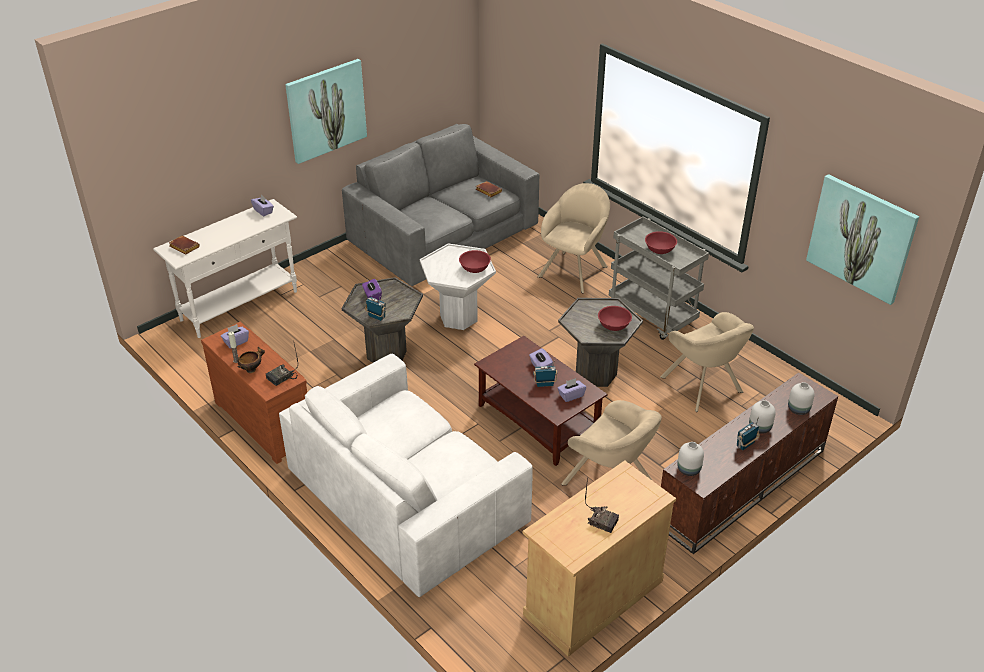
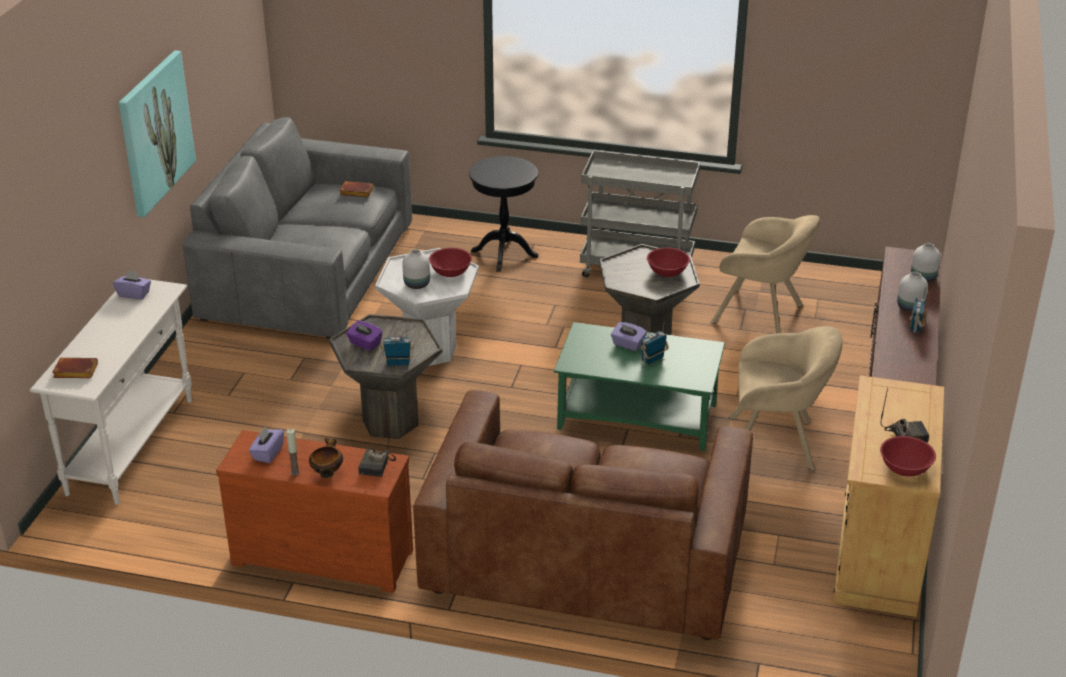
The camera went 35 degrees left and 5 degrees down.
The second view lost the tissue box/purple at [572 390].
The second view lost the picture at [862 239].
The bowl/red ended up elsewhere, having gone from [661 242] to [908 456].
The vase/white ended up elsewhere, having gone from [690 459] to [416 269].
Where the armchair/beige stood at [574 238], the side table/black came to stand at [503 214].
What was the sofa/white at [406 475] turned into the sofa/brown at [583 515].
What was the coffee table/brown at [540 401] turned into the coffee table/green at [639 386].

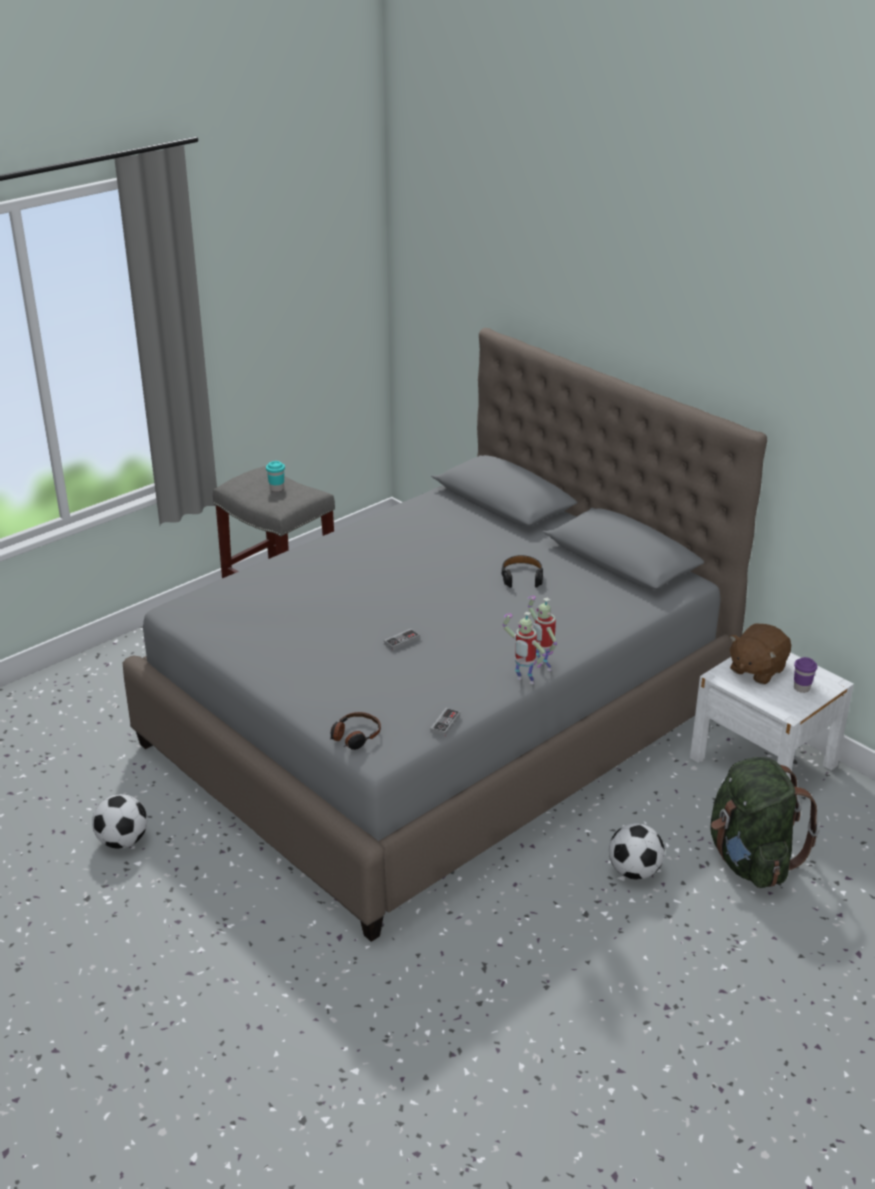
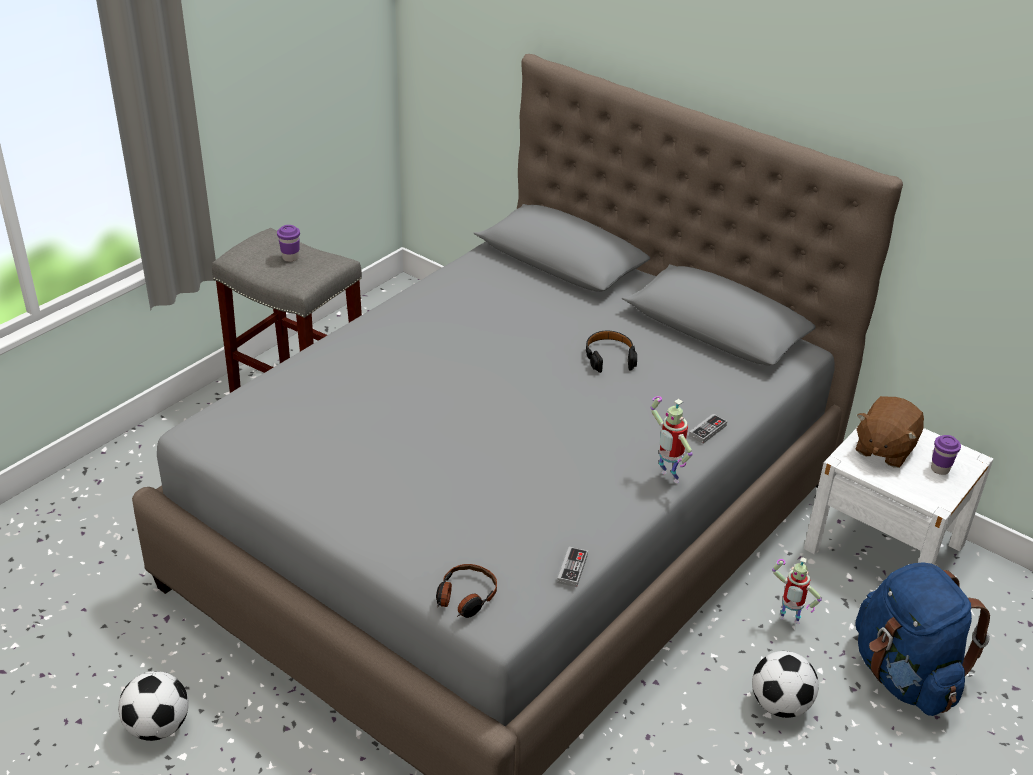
The camera went 10 degrees left and 5 degrees up.
The game controller ended up elsewhere, having gone from [402 640] to [708 429].
The toy robot ended up elsewhere, having gone from [524 648] to [797 590].
What was the cup/turquoise at [275 476] turned into the cup/purple at [288 243].
What was the backpack/green at [764 822] turned into the backpack/blue at [923 639].

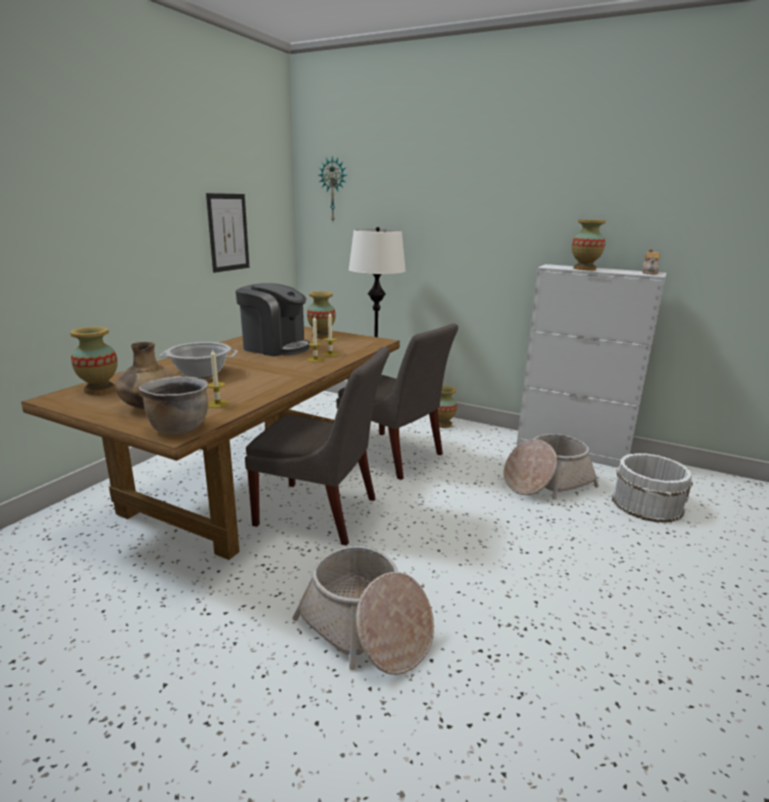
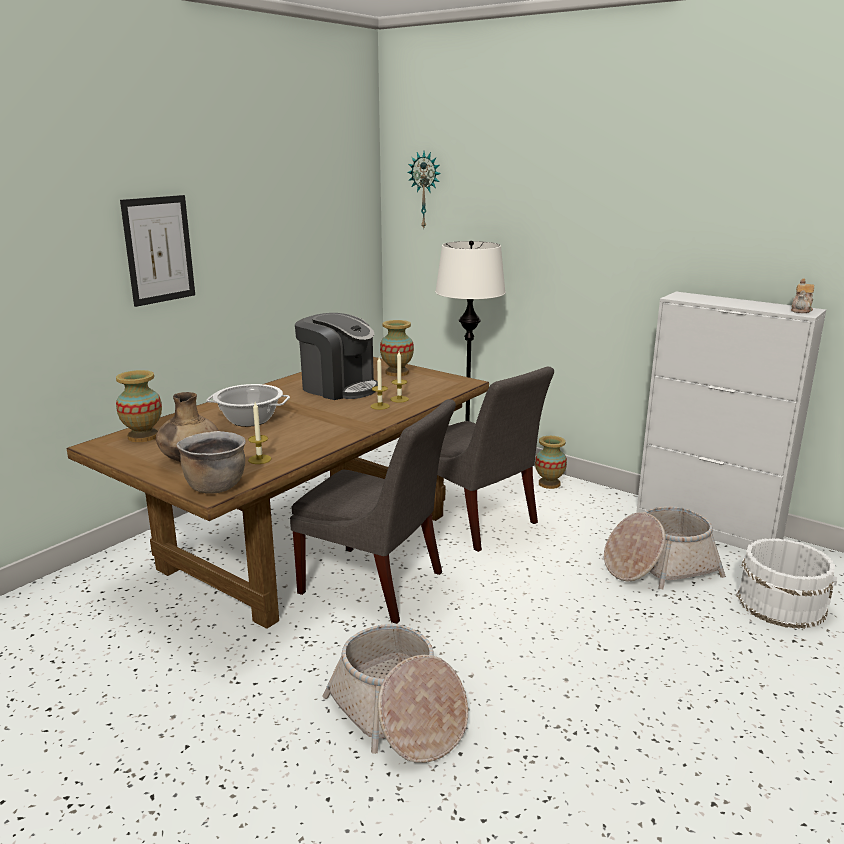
The camera went 10 degrees right and 0 degrees up.
The second view lost the vase at [589 244].
The picture ended up elsewhere, having gone from [227 233] to [157 251].

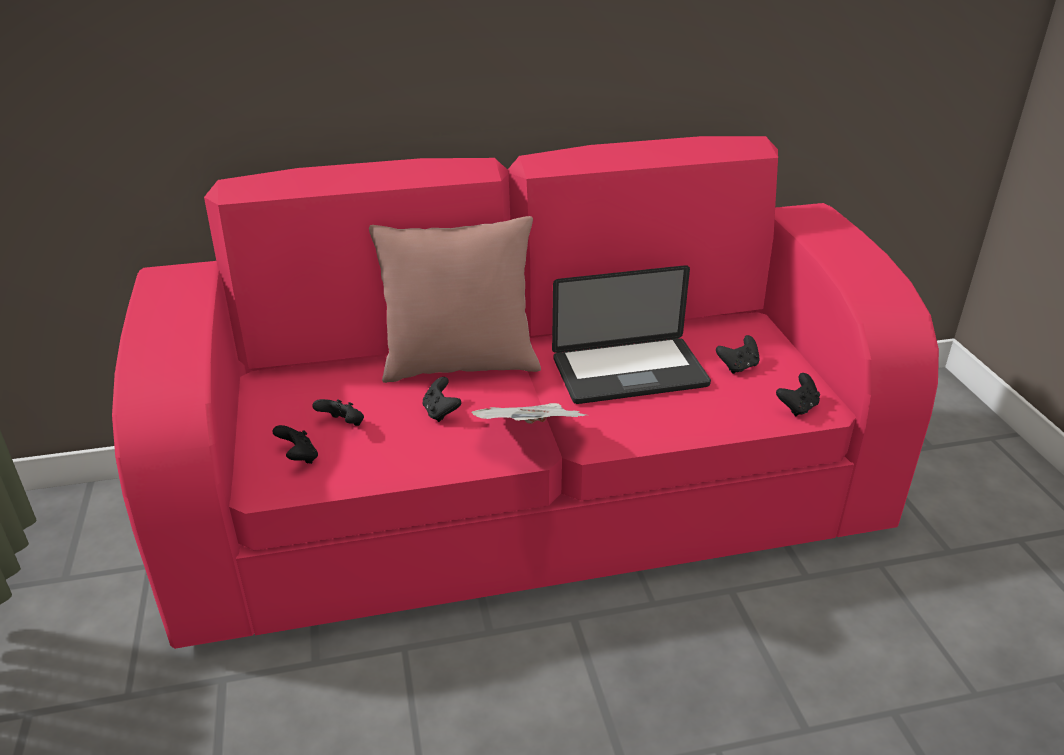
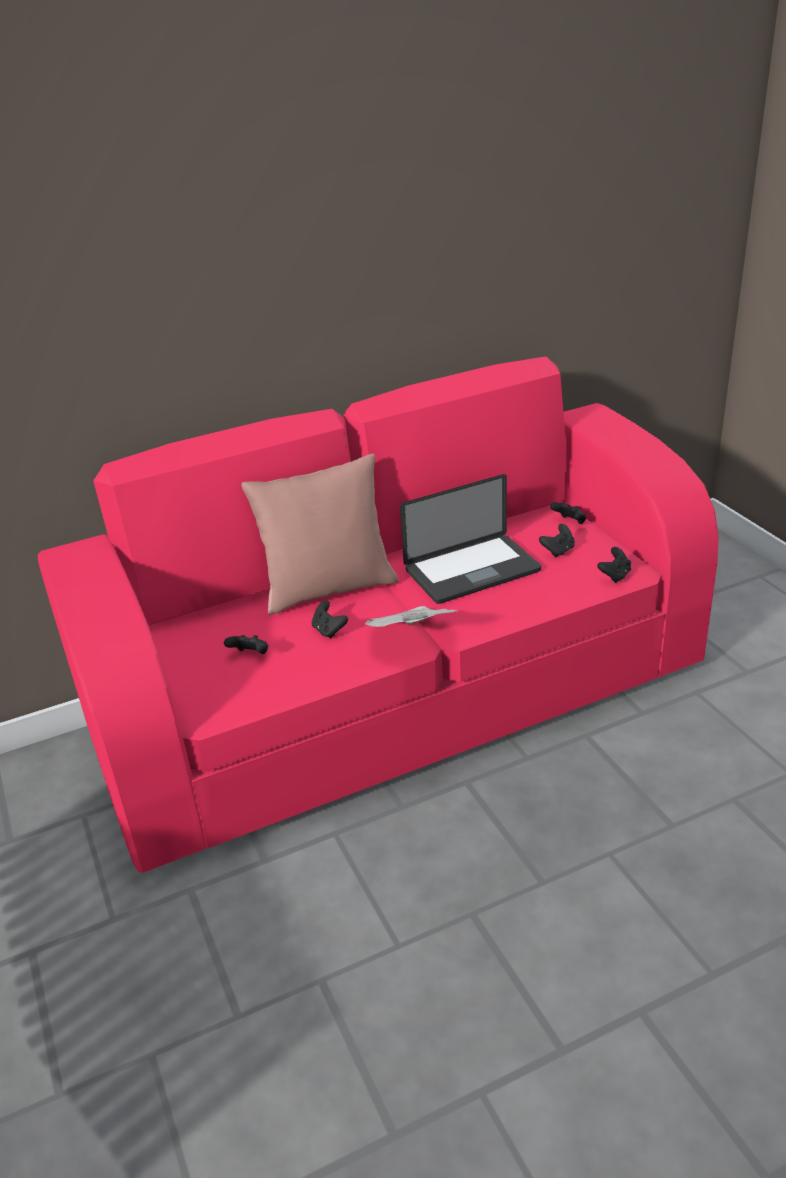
The camera went 10 degrees left and 0 degrees up.
The game controller/black ended up elsewhere, having gone from [295 444] to [568 513].

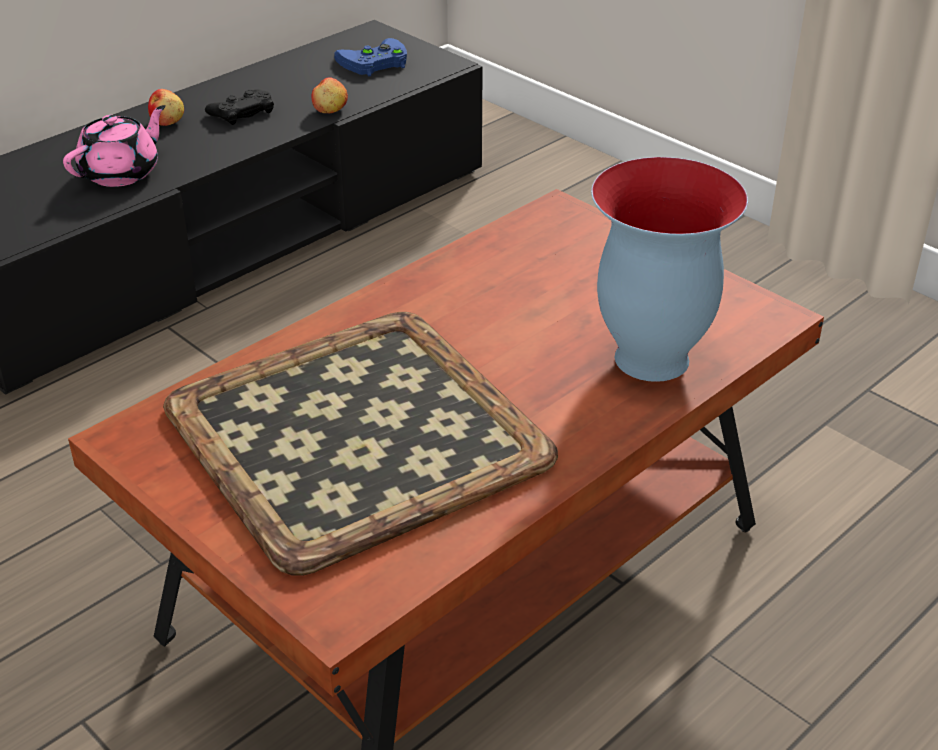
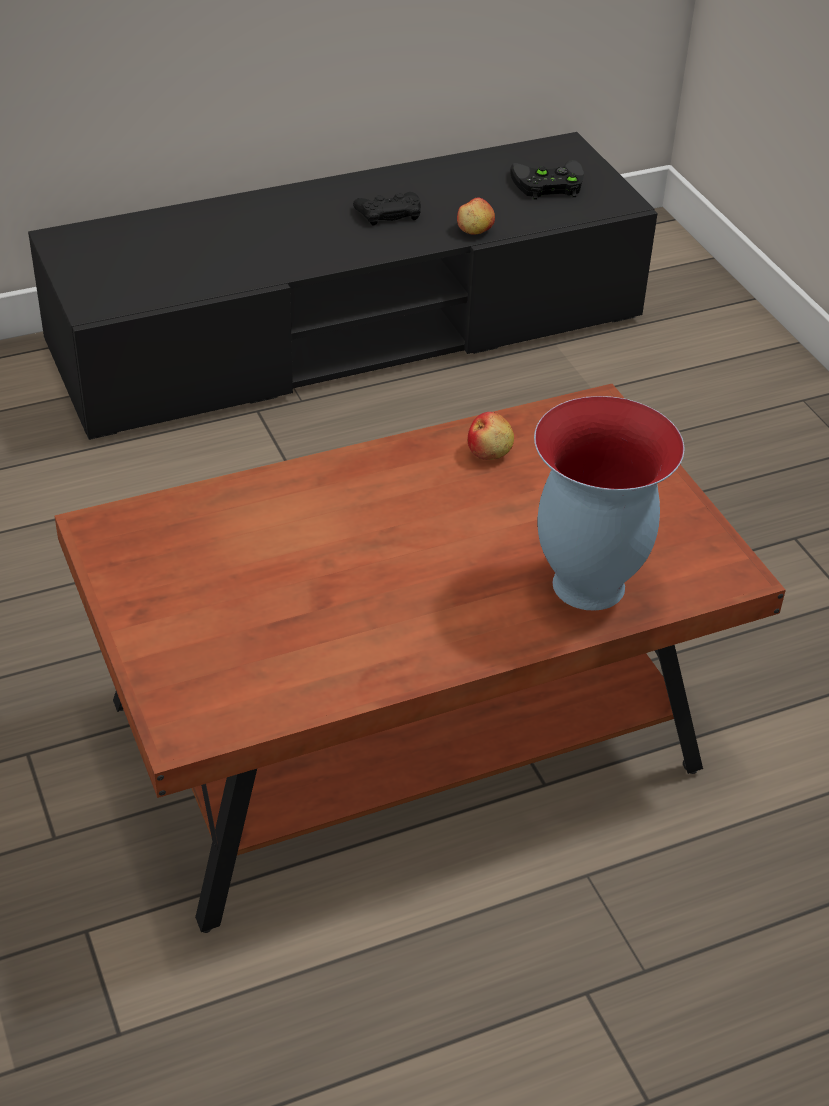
The camera went 20 degrees right and 5 degrees up.
The second view lost the teapot/pink at [114 146].
The second view lost the tray at [360 444].
The apple ended up elsewhere, having gone from [166 107] to [491 436].
What was the game controller/blue at [370 57] turned into the game controller/black at [547 179].

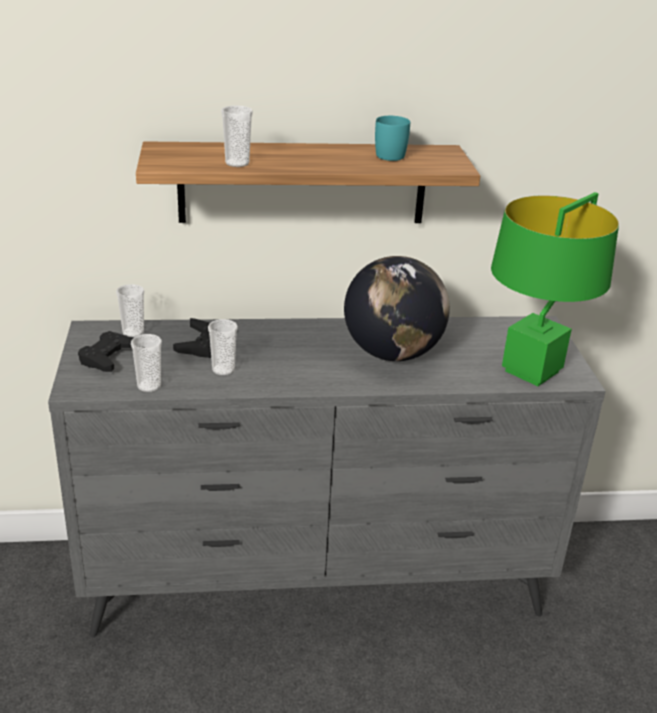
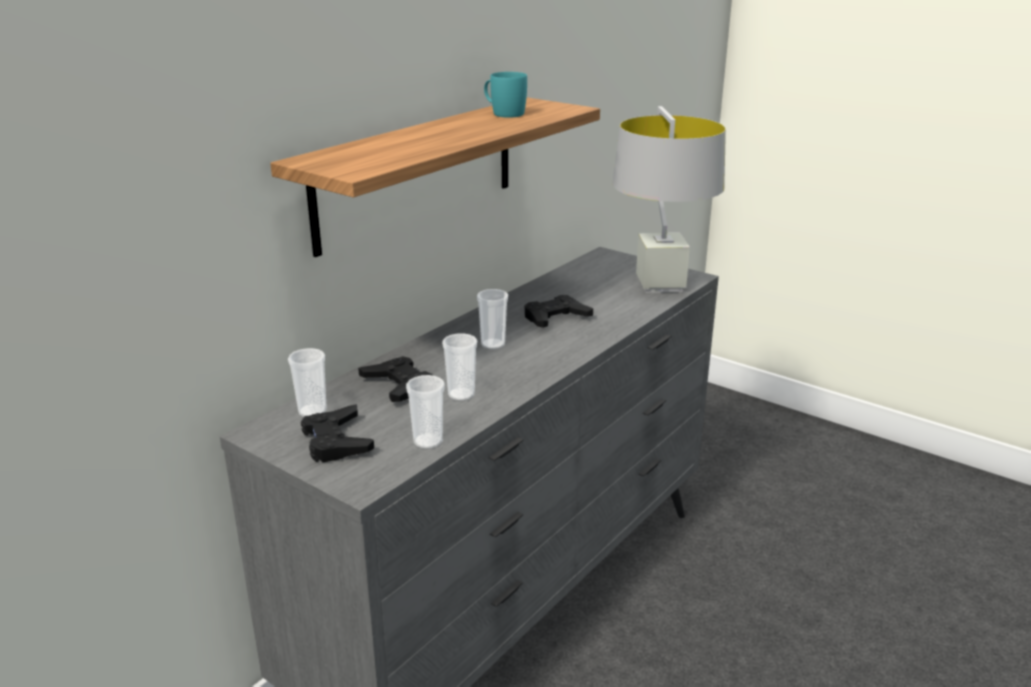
The camera went 45 degrees left and 5 degrees down.
The cup ended up elsewhere, having gone from [237 136] to [492 319].
Where the globe stood at [397 308], the game controller/black came to stand at [559 311].
What was the table lamp/green at [555 289] turned into the table lamp/grey at [669 199].

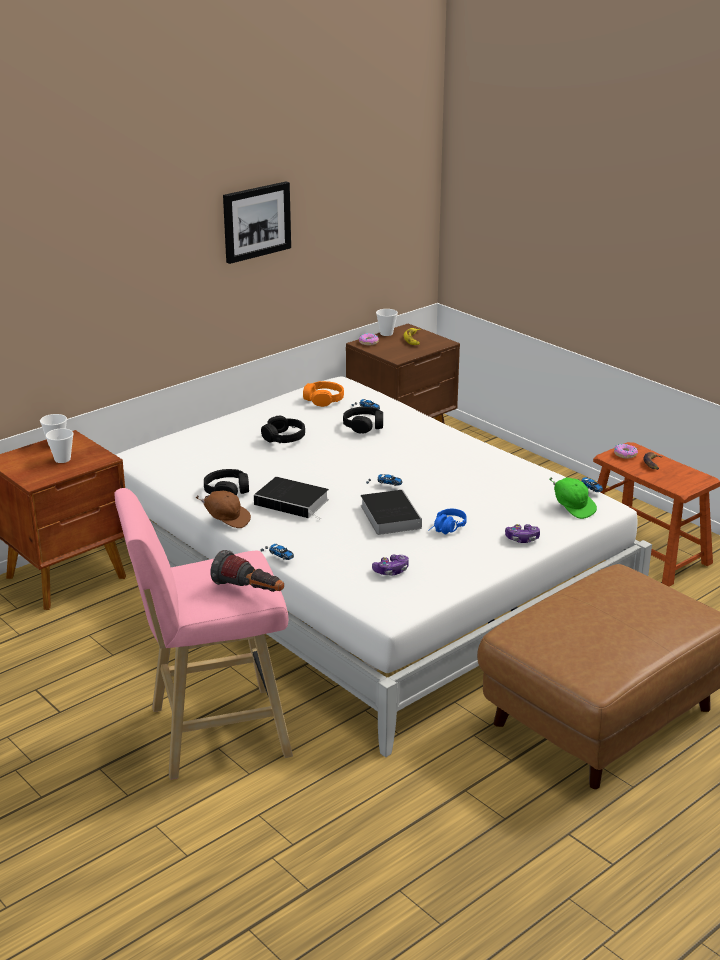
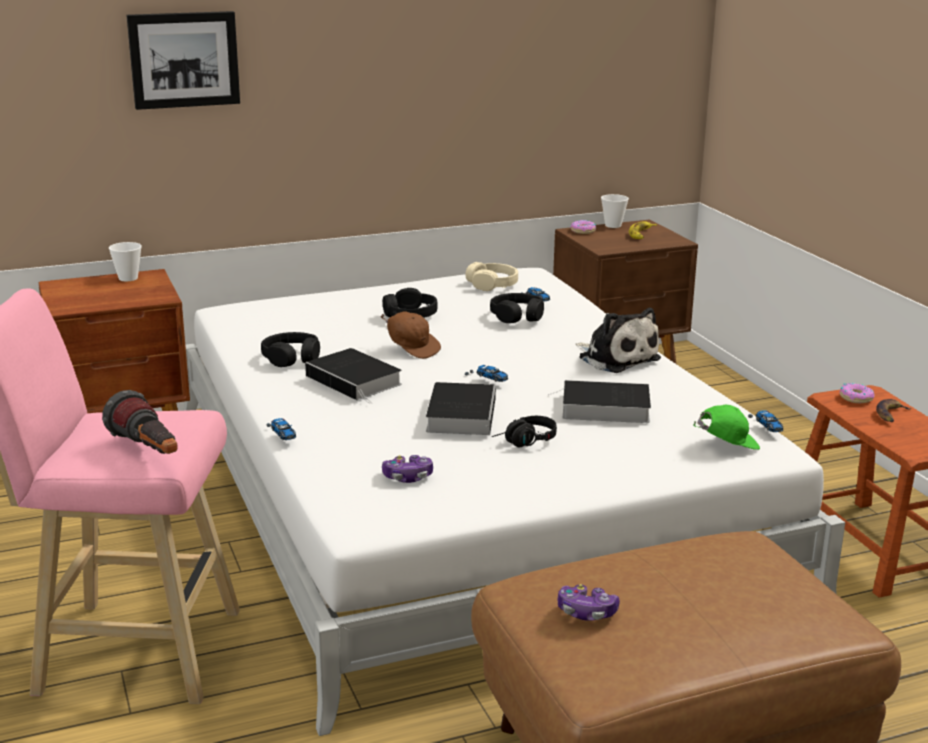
The camera went 20 degrees right and 5 degrees down.
The second view lost the cup at [60 445].
The second view gained the book at [599 401].
The second view gained the plush toy at [618 340].
The cap/brown ended up elsewhere, having gone from [223 509] to [410 335].
The picture ended up elsewhere, having gone from [257 223] to [183 60].
The game controller ended up elsewhere, having gone from [522 533] to [589 602].
What was the headphones/orange at [323 394] turned into the headphones/beige at [492 276].
What was the headphones/blue at [447 521] turned into the headphones/black at [524 432].
The cap/green at [573 498] ended up facing another way, 90 degrees counterclockwise from before.

